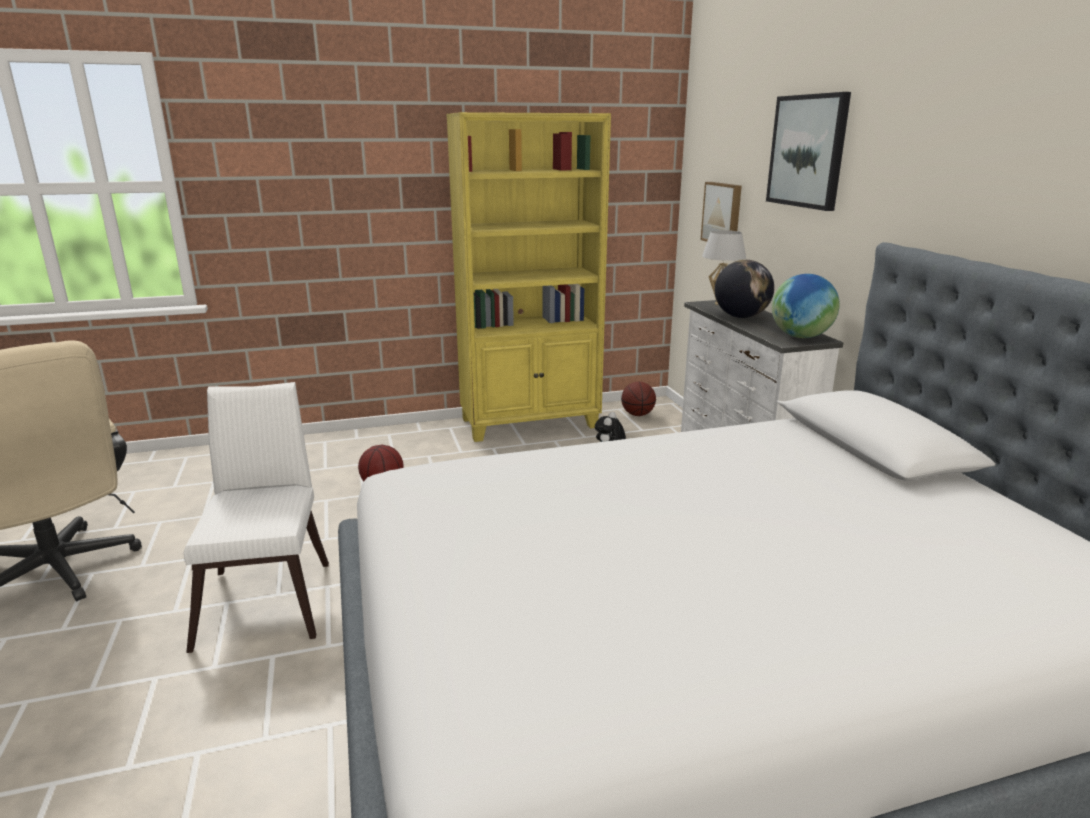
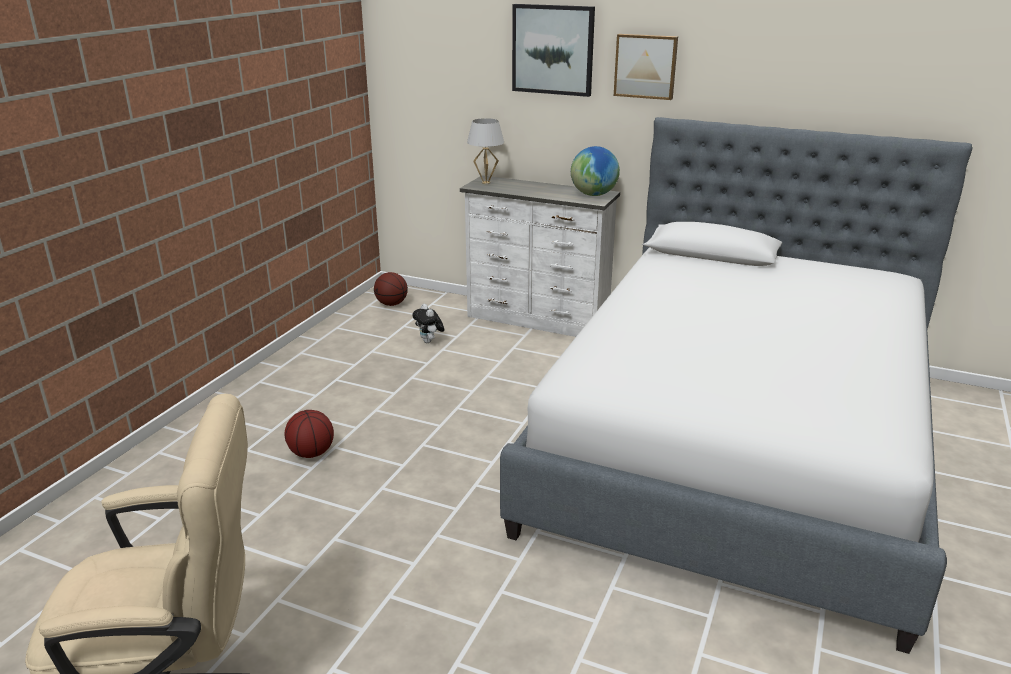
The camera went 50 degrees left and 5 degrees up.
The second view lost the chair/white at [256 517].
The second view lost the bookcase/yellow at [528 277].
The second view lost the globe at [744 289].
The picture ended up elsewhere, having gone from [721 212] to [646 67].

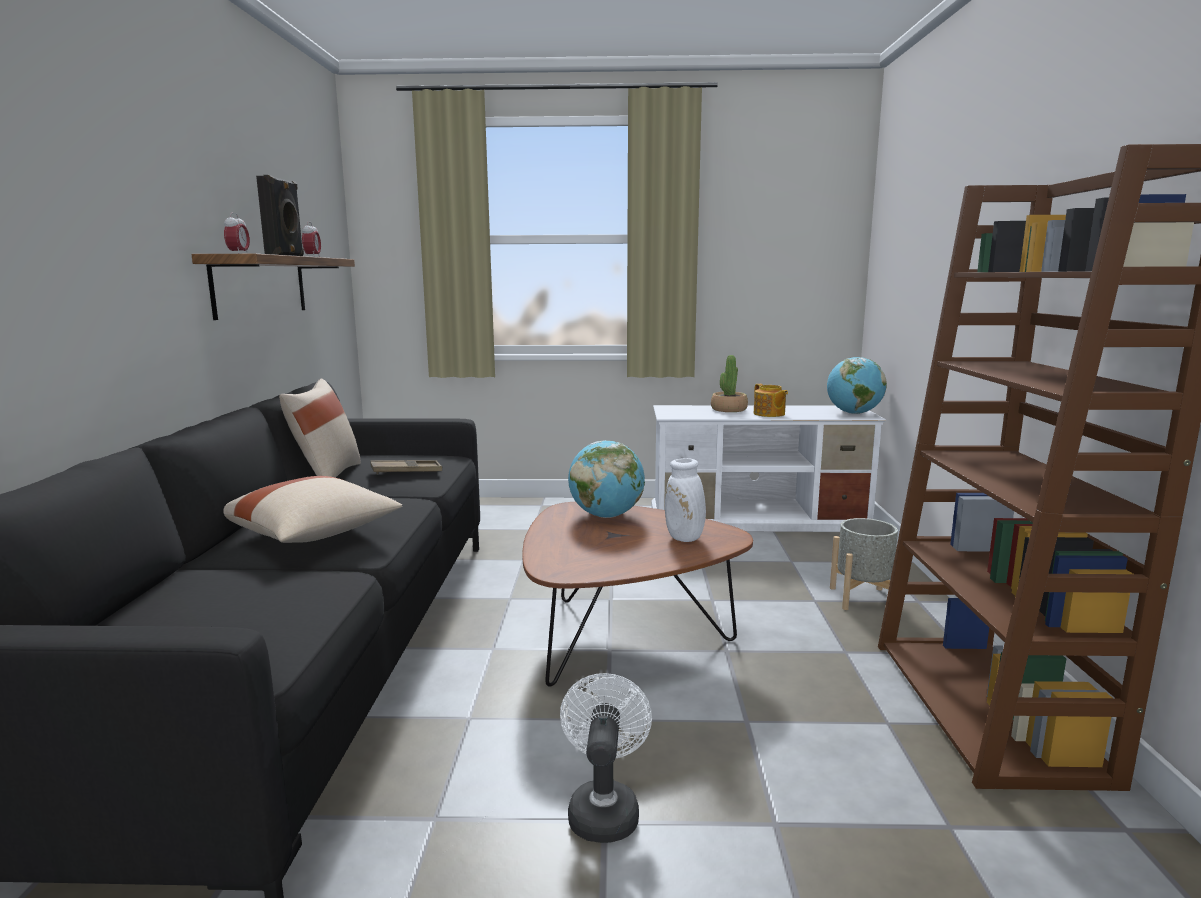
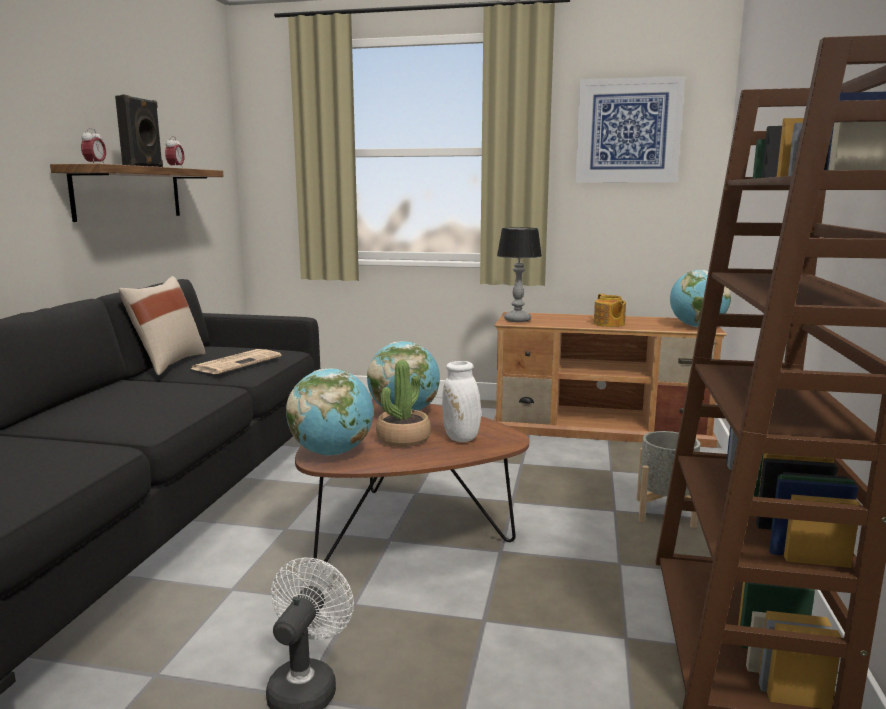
The camera went 10 degrees right and 0 degrees up.
The second view lost the pillow/beige at [313 509].
The second view gained the globe at [329 412].
The second view gained the table lamp at [519 274].
The second view gained the picture at [630 129].
The potted plant ended up elsewhere, having gone from [729 383] to [403 403].
Where the tray/brown stood at [406 467], the newspaper came to stand at [236 361].
What was the tv stand/white at [768 468] turned into the tv stand/brown at [610 380].

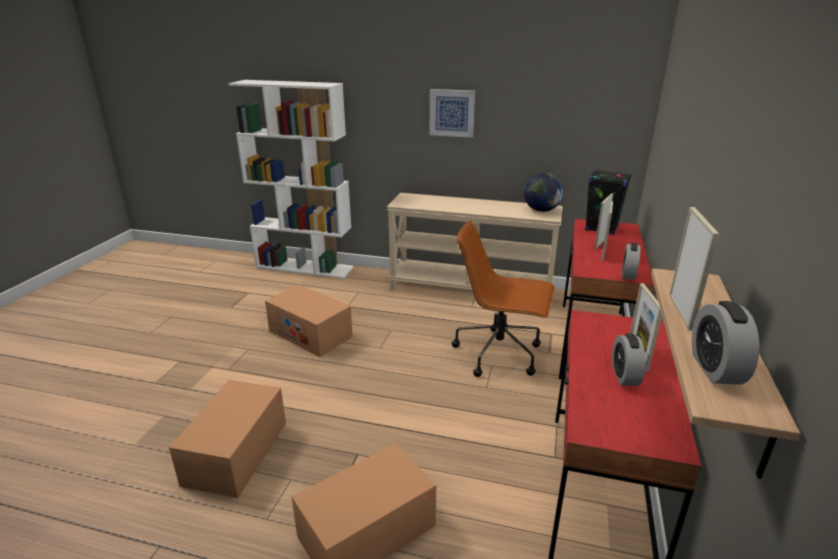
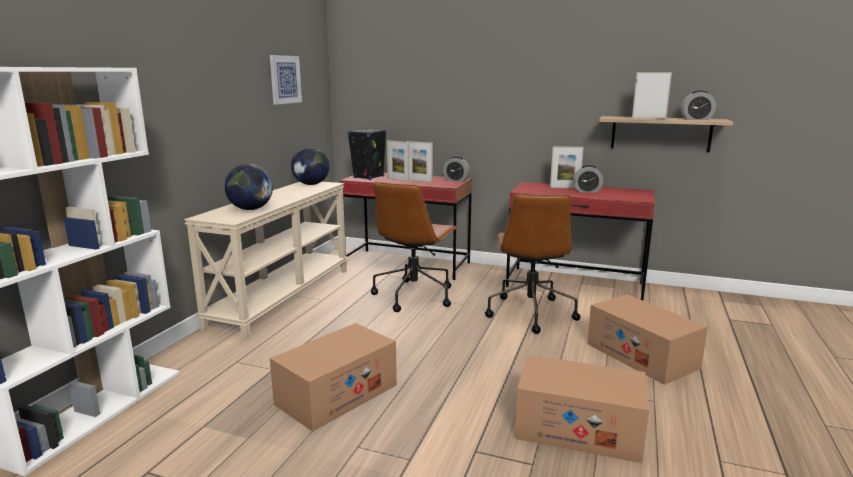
The camera went 85 degrees left and 10 degrees down.
The second view gained the globe at [248 187].
The second view gained the office chair/brown at [533 264].
The picture ended up elsewhere, having gone from [452 113] to [286 80].

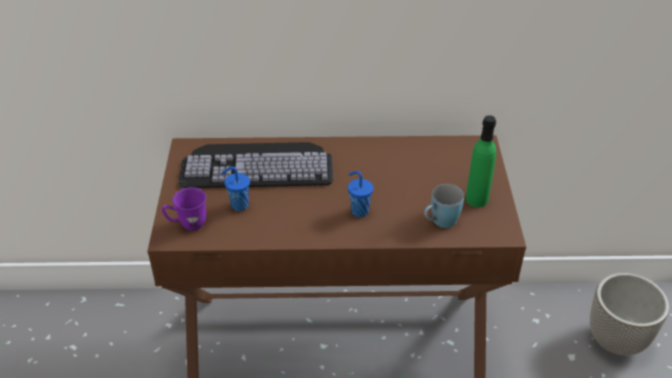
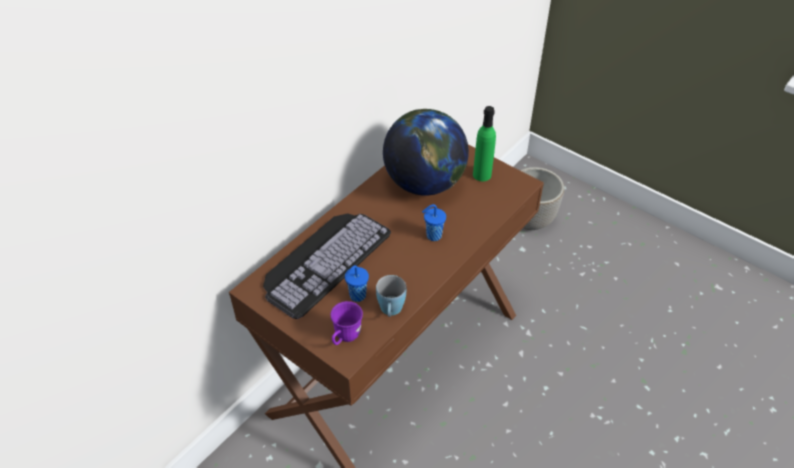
The camera went 50 degrees left and 5 degrees up.
The second view gained the globe at [426 152].
The mug/blue ended up elsewhere, having gone from [444 206] to [391 296].

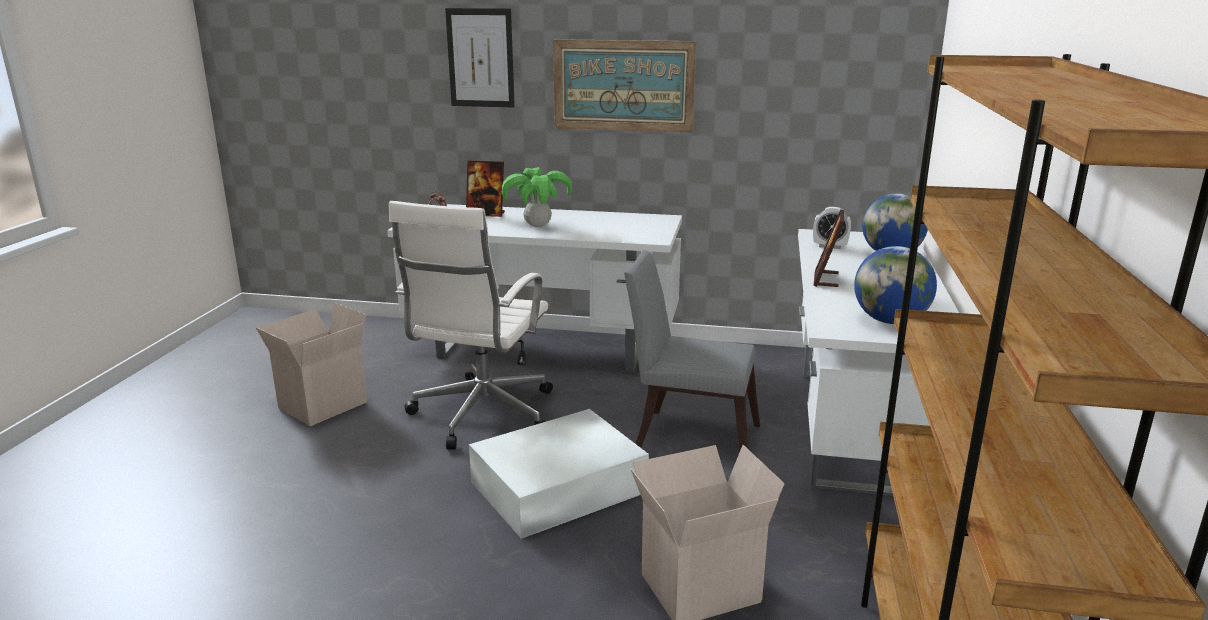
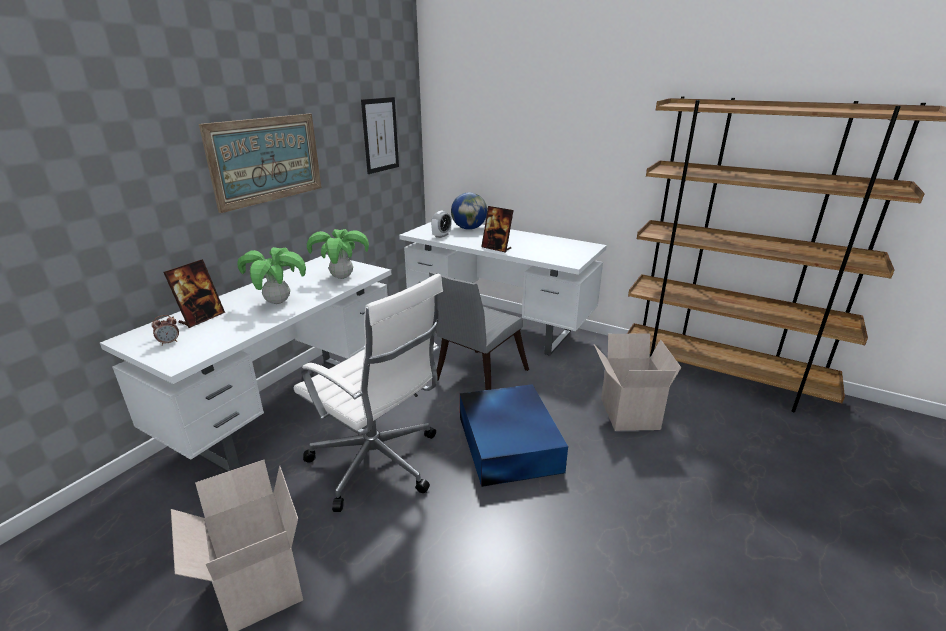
The camera went 70 degrees left and 5 degrees up.
The second view lost the globe at [895 285].
The second view gained the potted plant at [338 254].
The picture ended up elsewhere, having gone from [480 58] to [380 135].
What was the storage box/white at [559 474] turned into the storage box/blue at [514 435].

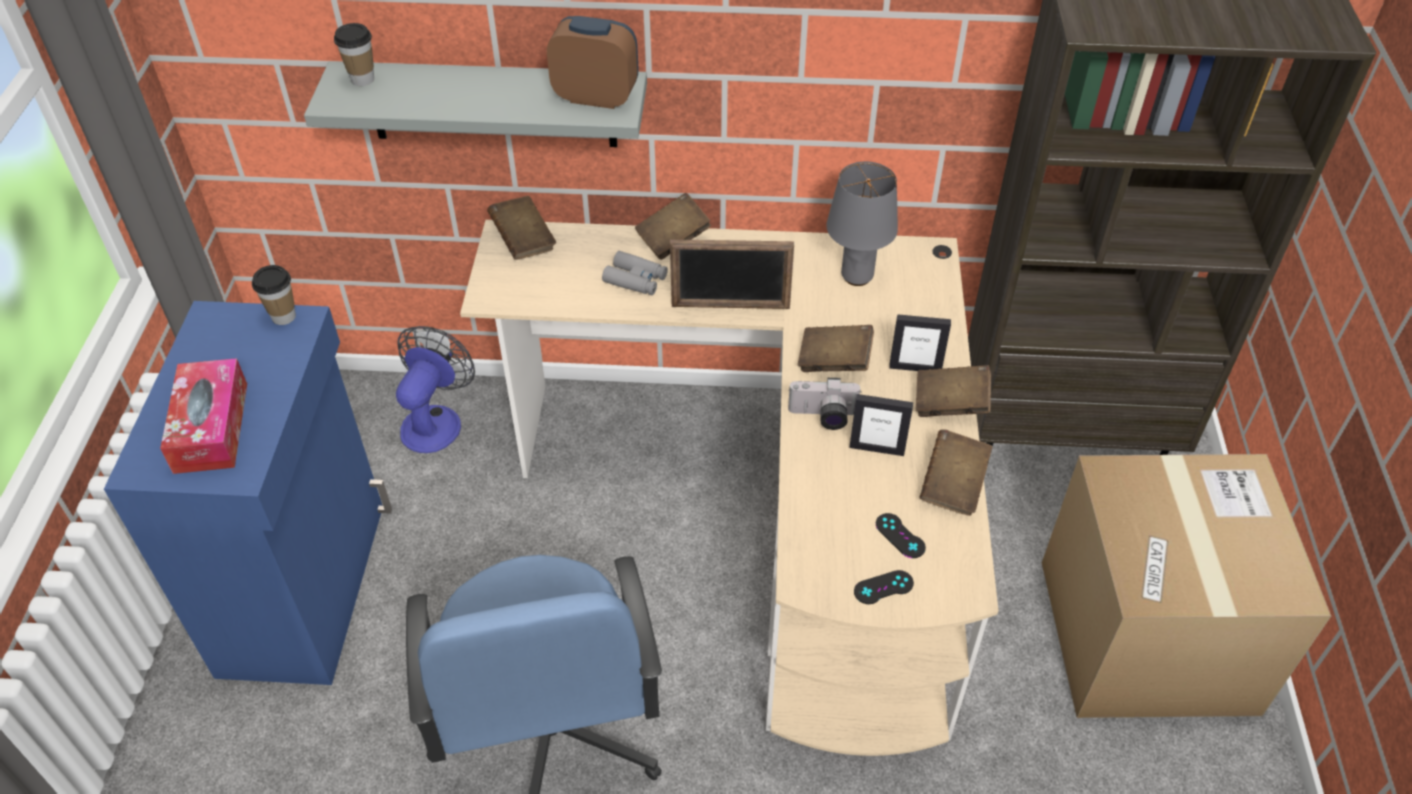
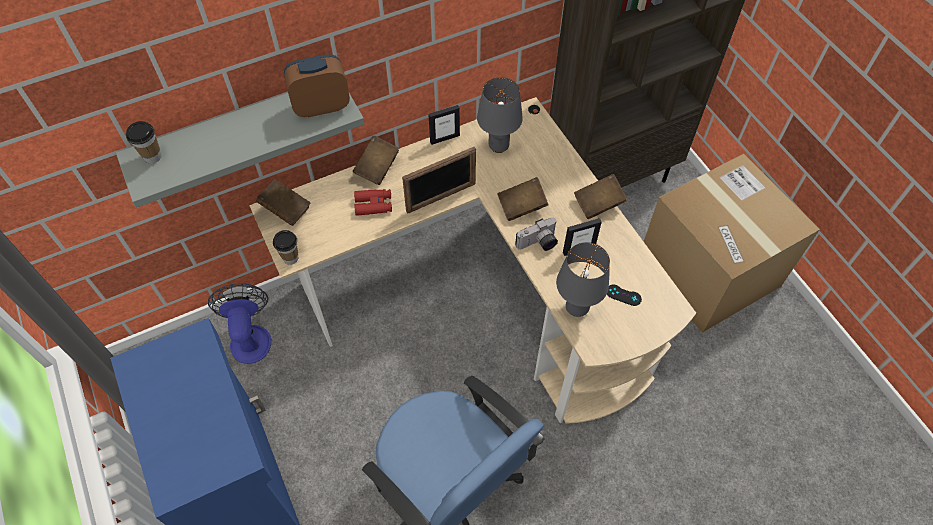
The camera went 30 degrees left and 10 degrees up.
The second view lost the tissue box at [203 416].
The second view lost the game controller/black at [884 587].
The second view lost the book/brown at [956 472].
The second view gained the table lamp/grey at [583 279].
The cup ended up elsewhere, having gone from [274 295] to [285 247].
The picture frame ended up elsewhere, having gone from [920 342] to [444 125].
What was the binoculars/grey at [635 273] turned into the binoculars/red at [373 202].

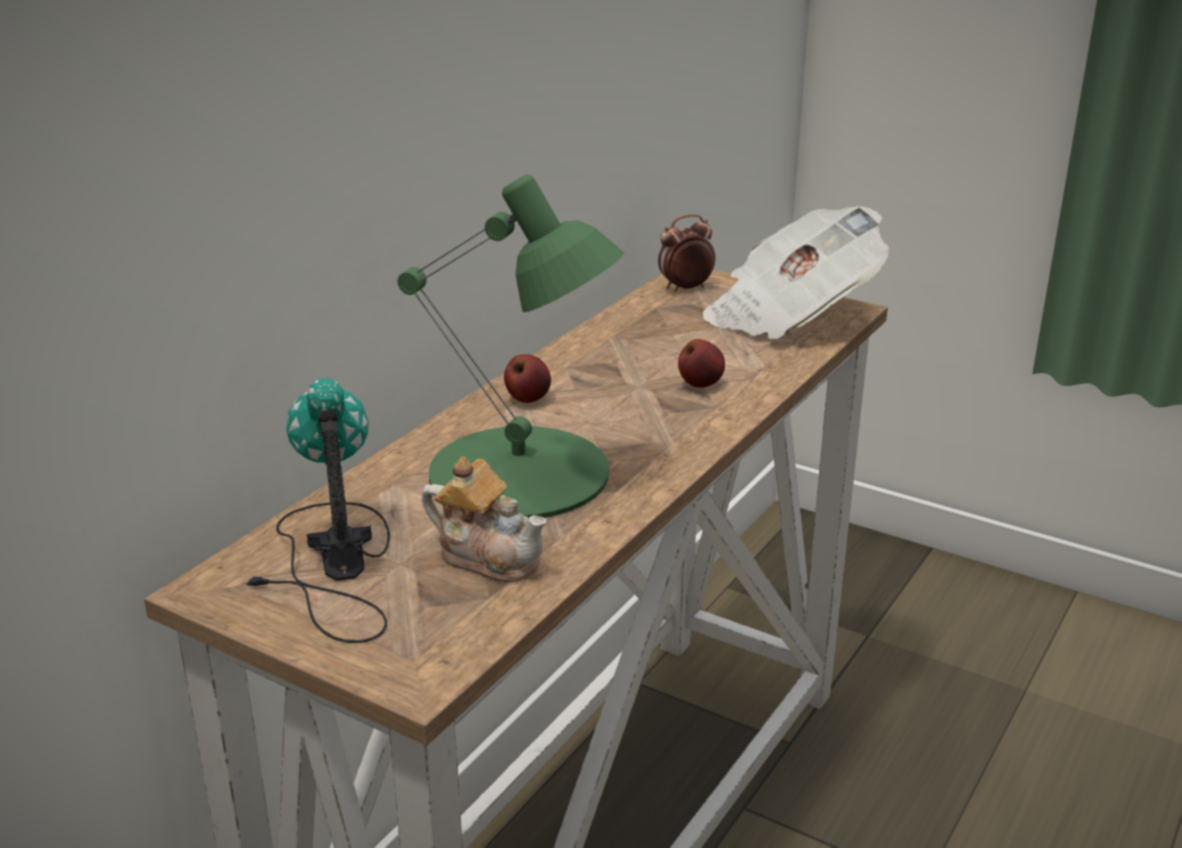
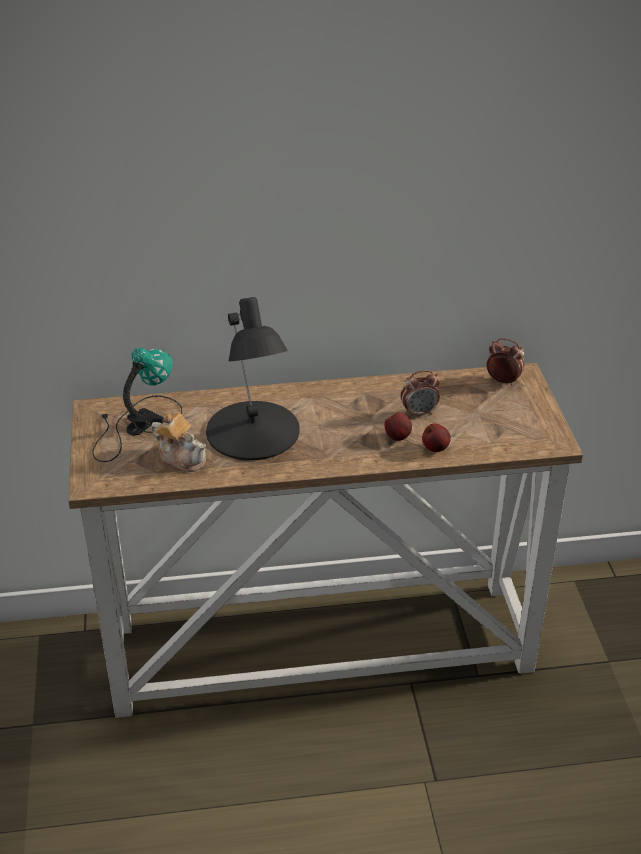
The camera went 50 degrees right and 10 degrees up.
The second view lost the newspaper at [796 272].
The second view gained the alarm clock at [420 394].
The apple ended up elsewhere, having gone from [527 378] to [436 437].
What was the table lamp/green at [510 346] turned into the table lamp/black at [253 378].
The teapot at [484 519] ended up facing another way, 45 degrees counterclockwise from before.

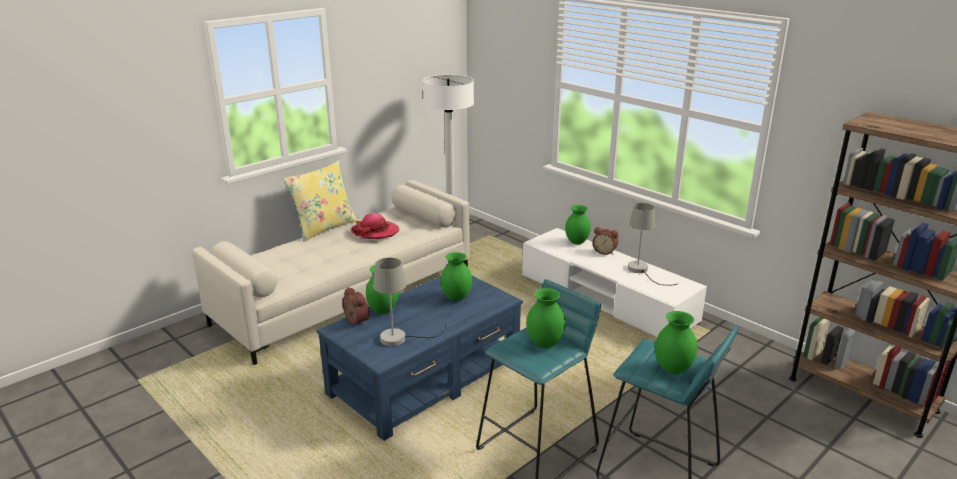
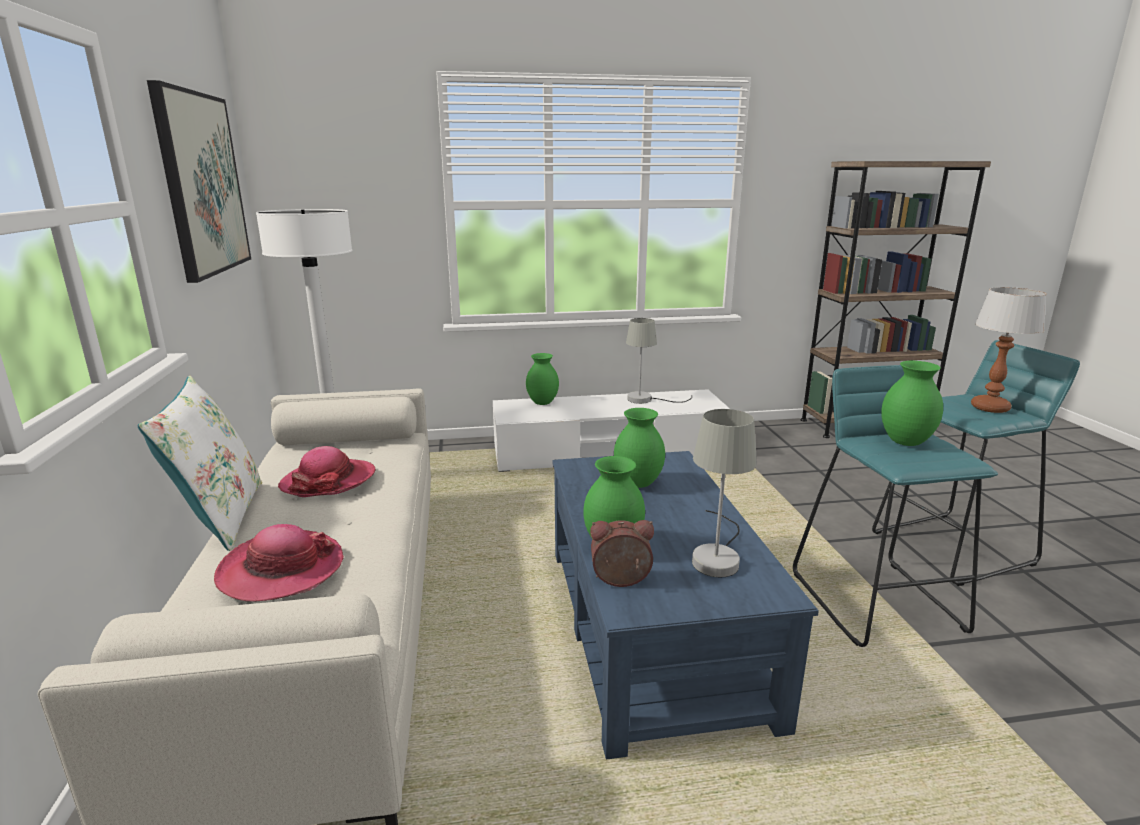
The camera went 55 degrees left and 5 degrees down.
The second view lost the alarm clock at [605 241].
The second view gained the picture at [199 181].
The second view gained the hat at [279 563].
Where the vase/green stood at [676 342], the table lamp came to stand at [1009 350].
What was the pillow/yellow at [320 201] turned into the pillow/white at [199 463].

